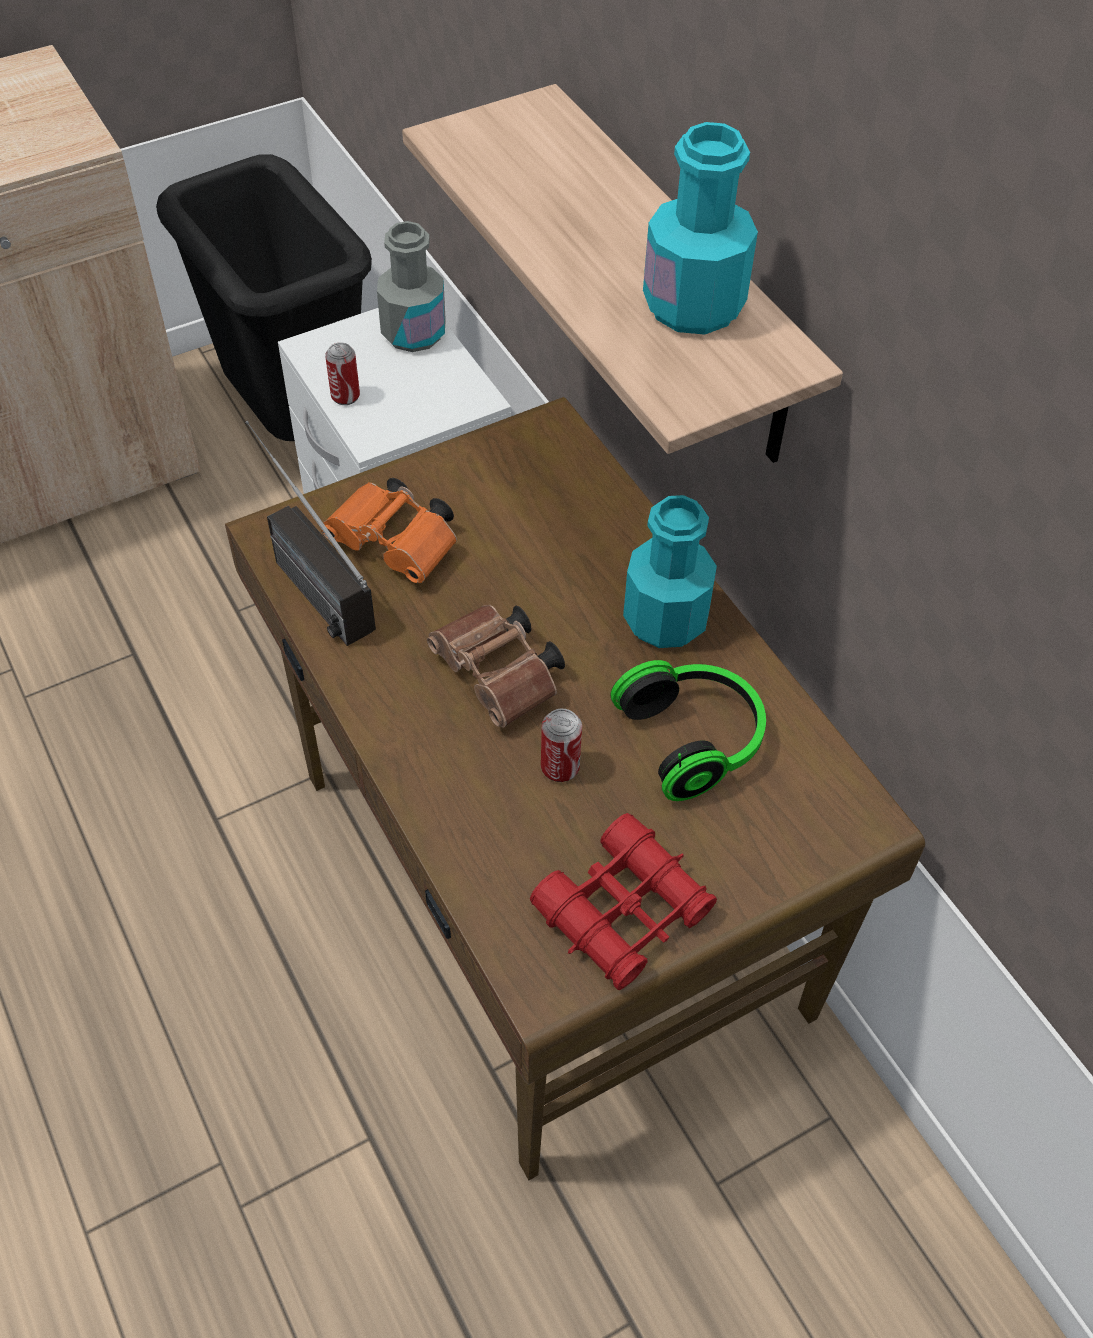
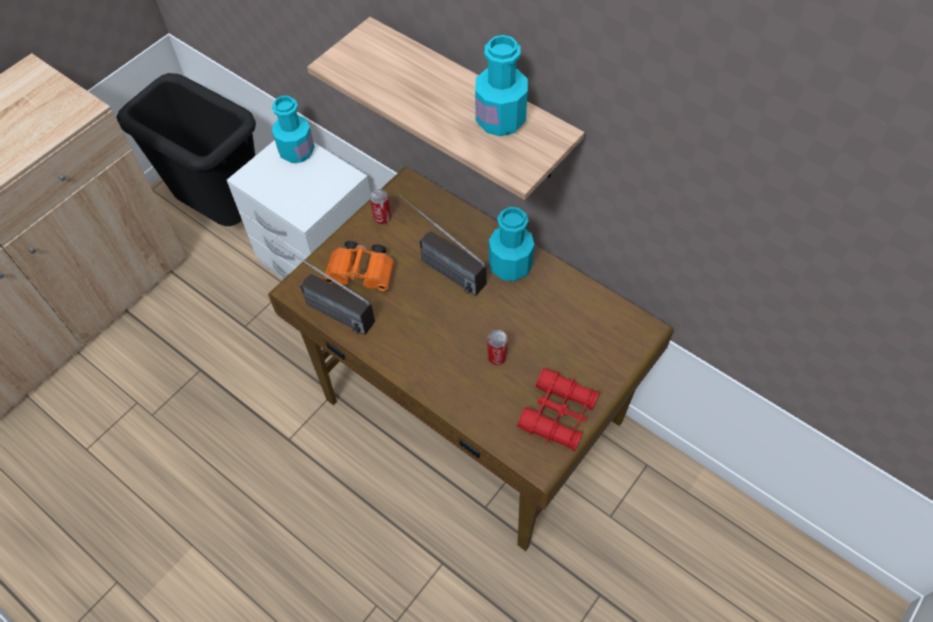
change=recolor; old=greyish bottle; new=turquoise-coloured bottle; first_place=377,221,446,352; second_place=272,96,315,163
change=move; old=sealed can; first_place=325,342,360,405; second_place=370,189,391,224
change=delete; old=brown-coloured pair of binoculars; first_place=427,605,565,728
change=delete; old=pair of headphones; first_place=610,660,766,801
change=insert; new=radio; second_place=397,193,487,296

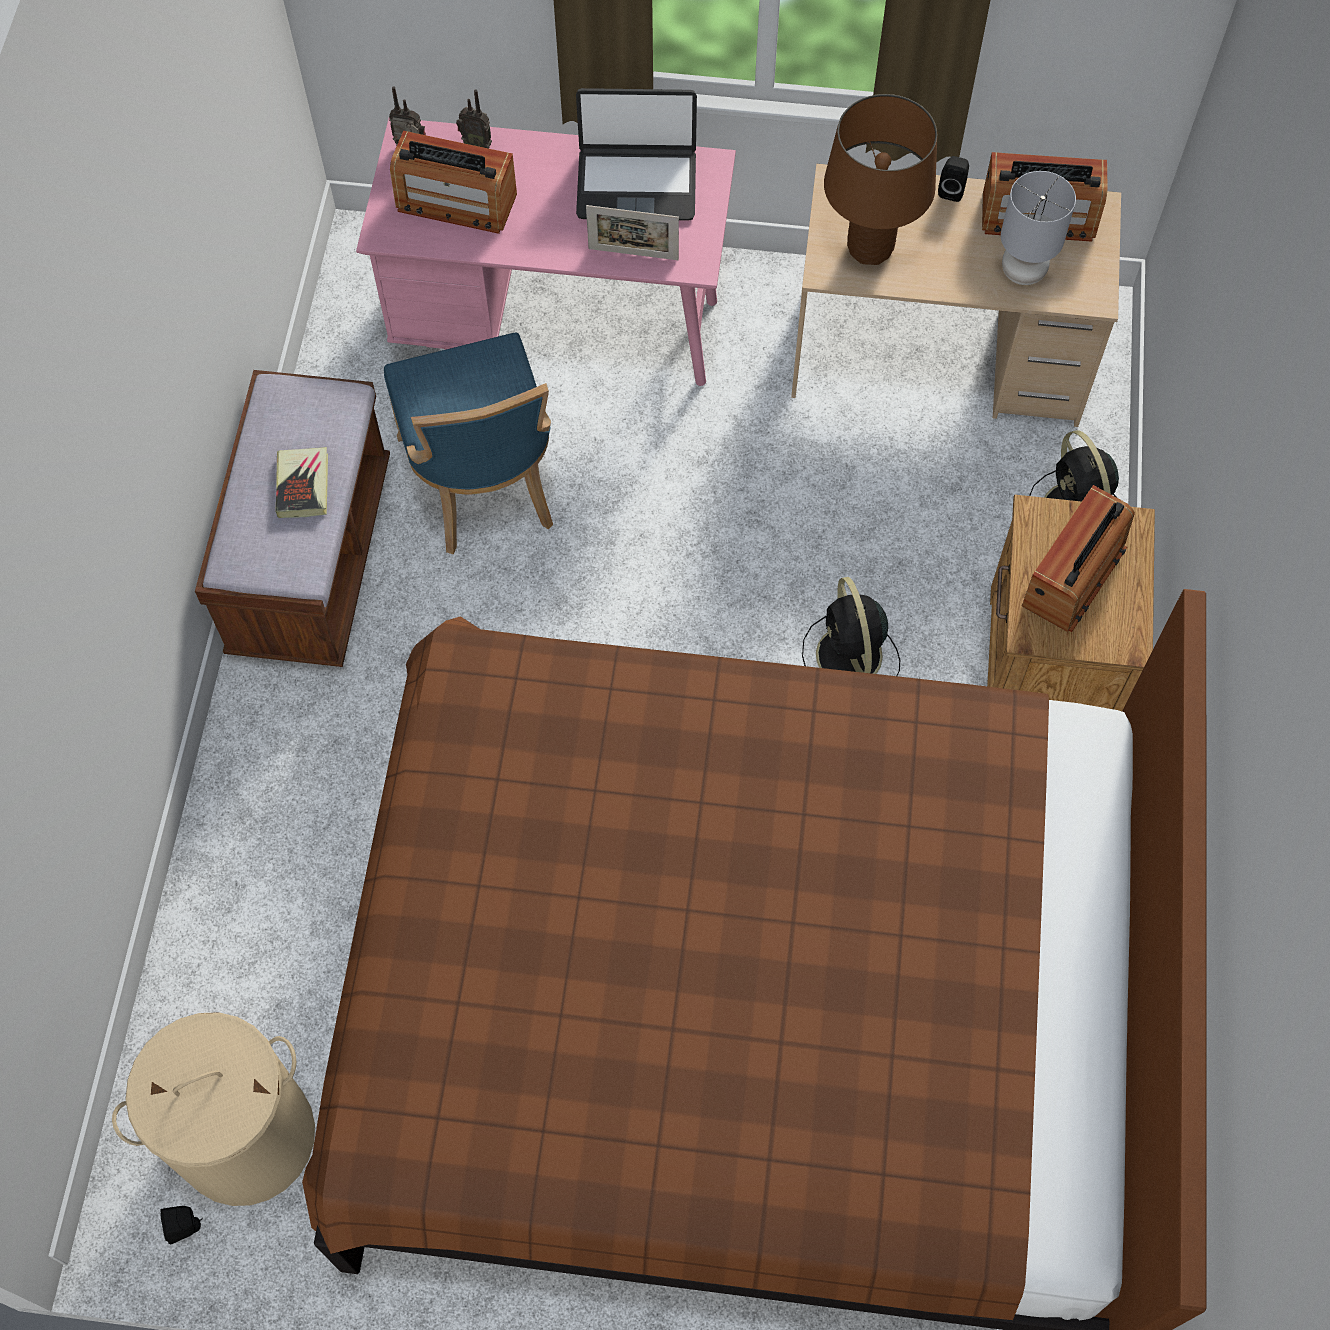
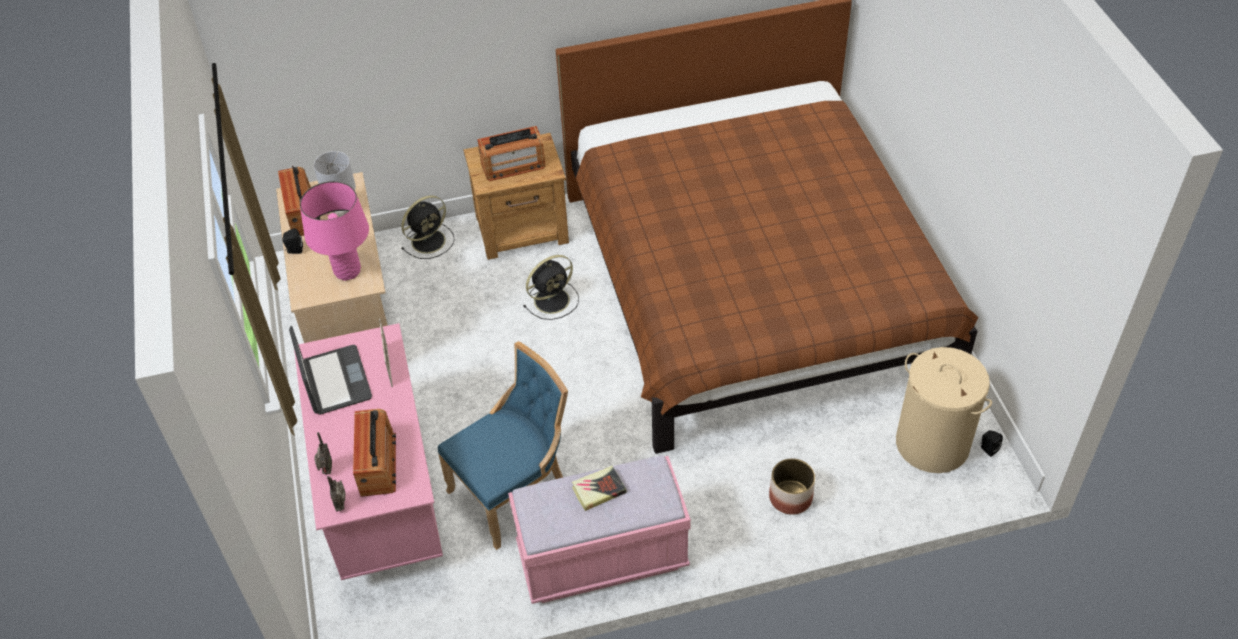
change=recolor; old=brown-coloured lamp for a table; new=pink lamp for a table; first_place=824,94,937,265; second_place=300,181,369,281
change=recolor; old=brown-coloured bench; new=pink bench; first_place=195,370,390,667; second_place=508,455,691,604
change=rotate; old=radio; first_place=1022,485,1135,632; second_place=477,126,545,181; degrees=150
change=insert; new=flower pot; second_place=769,458,815,515

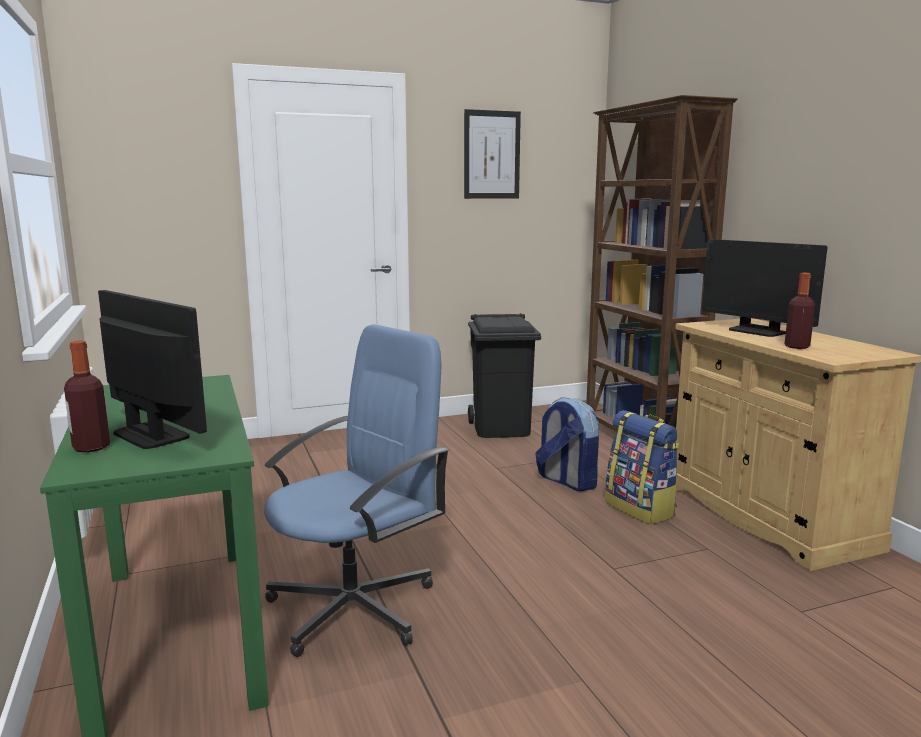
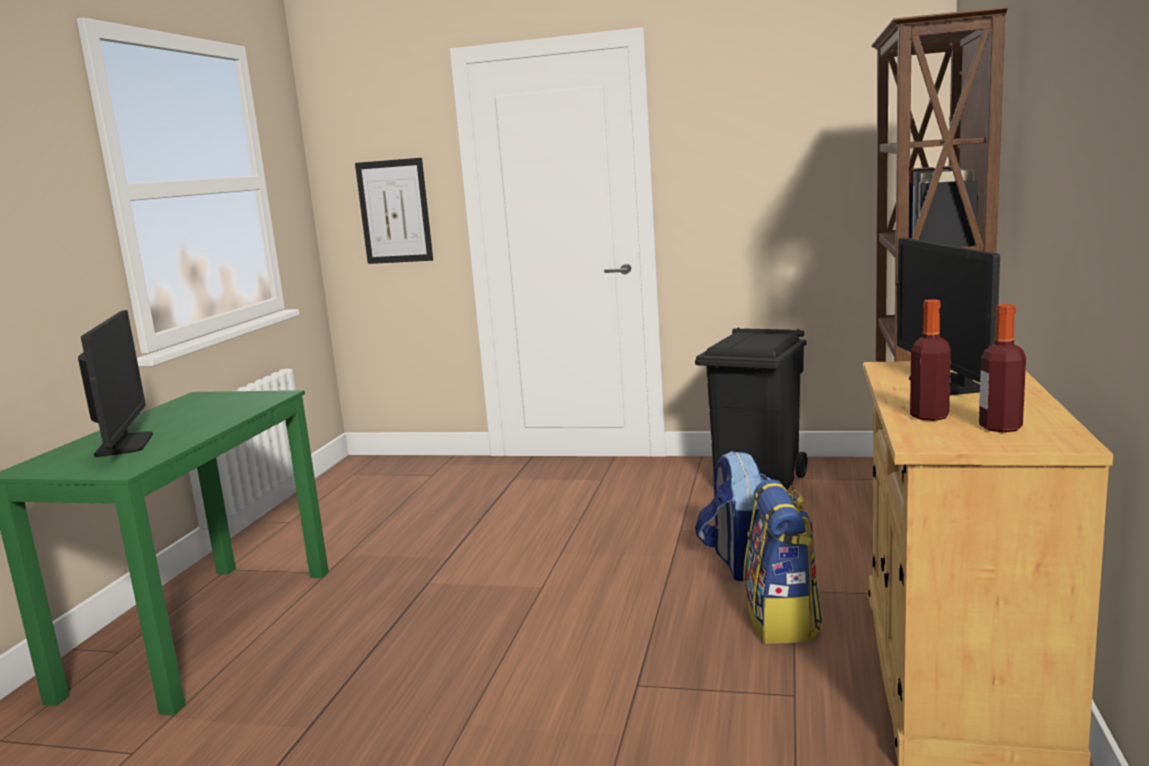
change=move; old=wall art; first_place=464,109,521,199; second_place=355,158,433,264
change=delete; old=bluish desk chair; first_place=264,324,450,657
change=move; old=bottle; first_place=64,341,110,452; second_place=979,304,1026,432

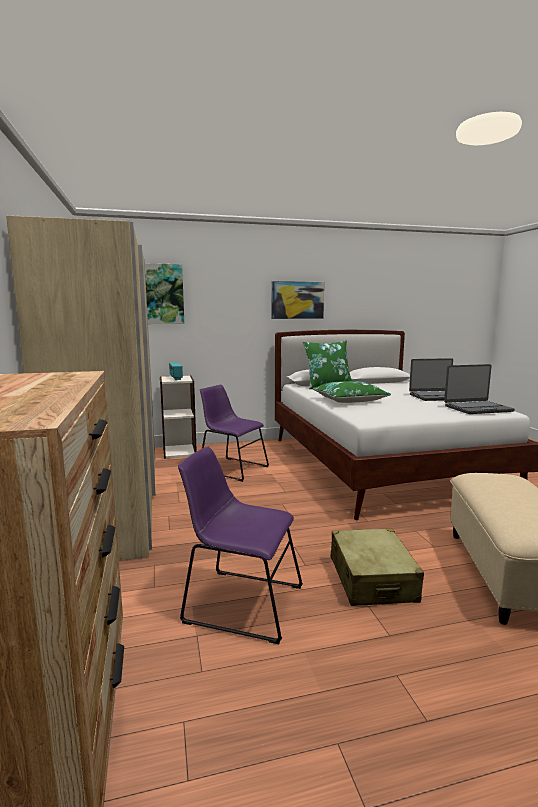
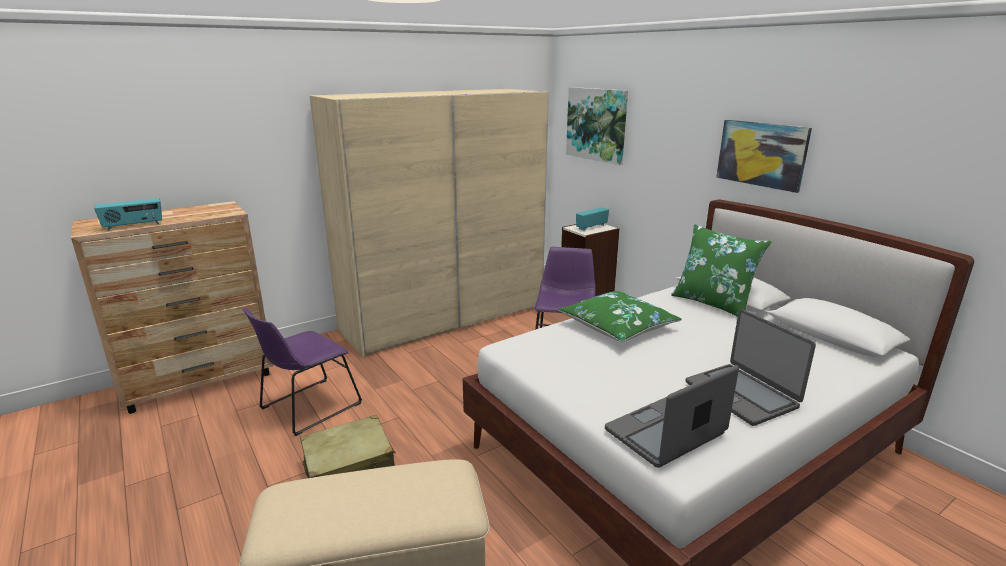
change=rotate; old=notebook computer; first_place=444,364,515,414; second_place=605,365,739,468; degrees=90
change=rotate; old=purple chair; first_place=178,446,303,644; second_place=242,307,362,436; degrees=-135
change=insert; new=radio; second_place=94,198,162,231

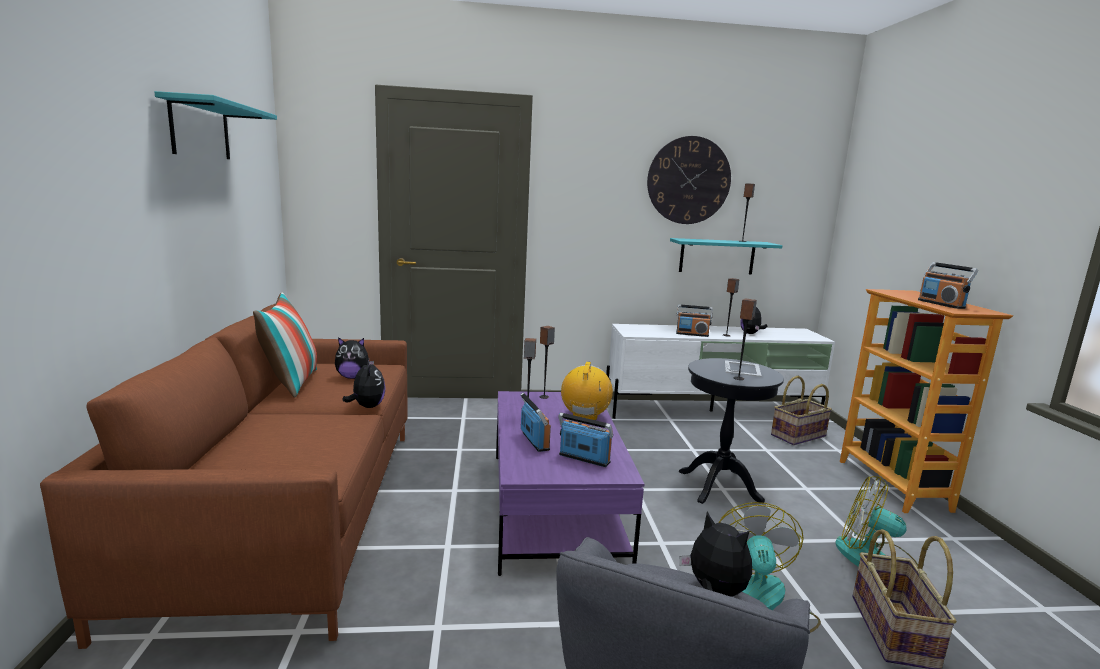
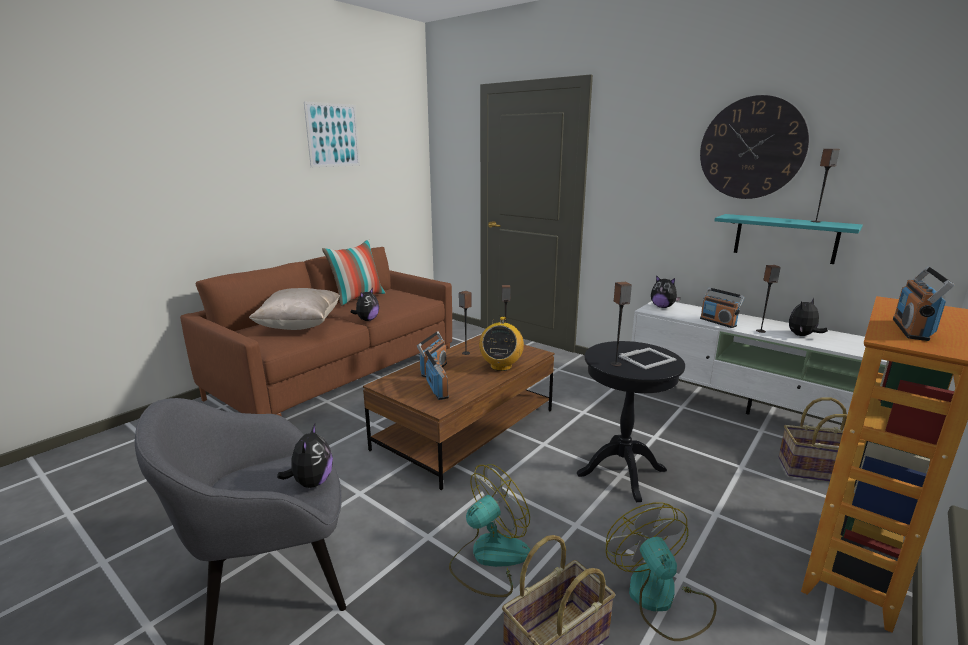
change=replace; old=turquoise-coloured shelf; new=wall art; first_place=154,91,277,159; second_place=304,101,360,167
change=move; old=cuddly toy; first_place=335,338,374,379; second_place=651,275,681,308
change=rotate; old=radio; first_place=561,362,613,420; second_place=479,317,524,371; degrees=135
change=recolor; old=purple low table; new=brown-coloured low table; first_place=496,391,645,576; second_place=363,334,554,490
change=insert; new=beige-coloured throw pillow; second_place=249,288,340,330

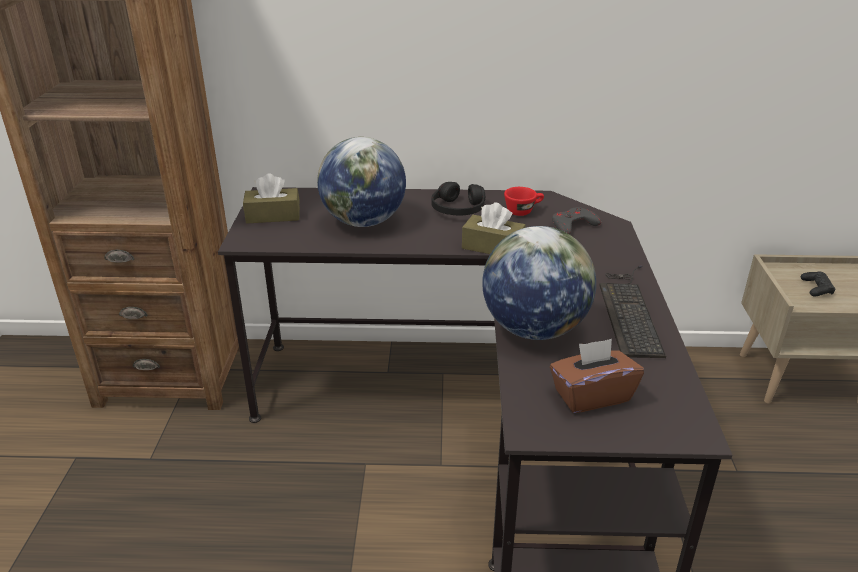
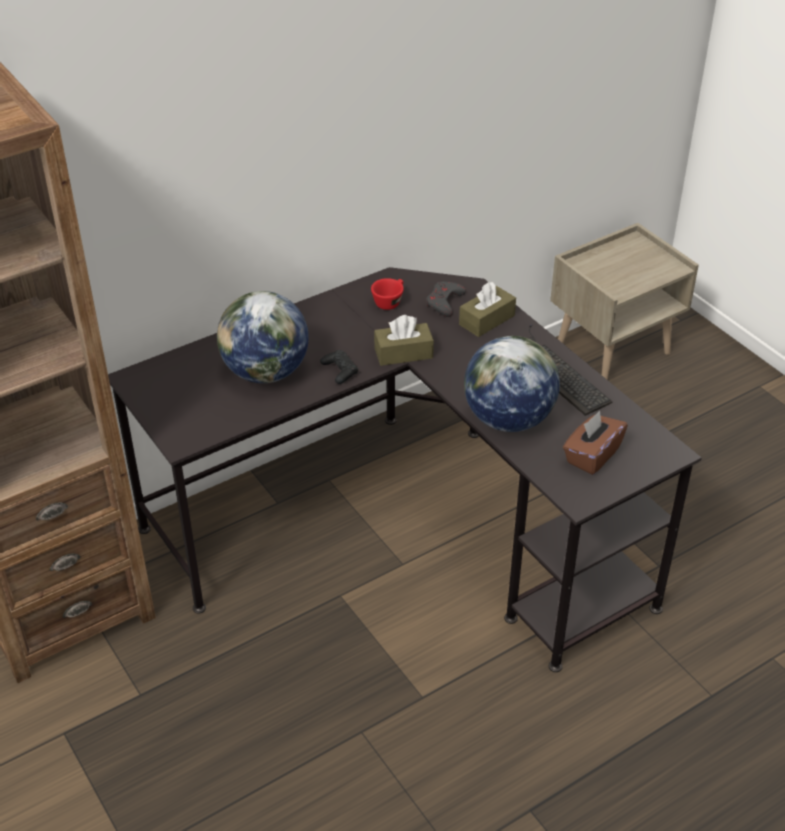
change=move; old=brown-coloured box of tissues; first_place=243,173,300,224; second_place=459,282,516,337
change=delete; old=black pair of headphones; first_place=431,182,485,216
change=move; old=black game controller; first_place=801,272,836,296; second_place=320,350,358,384

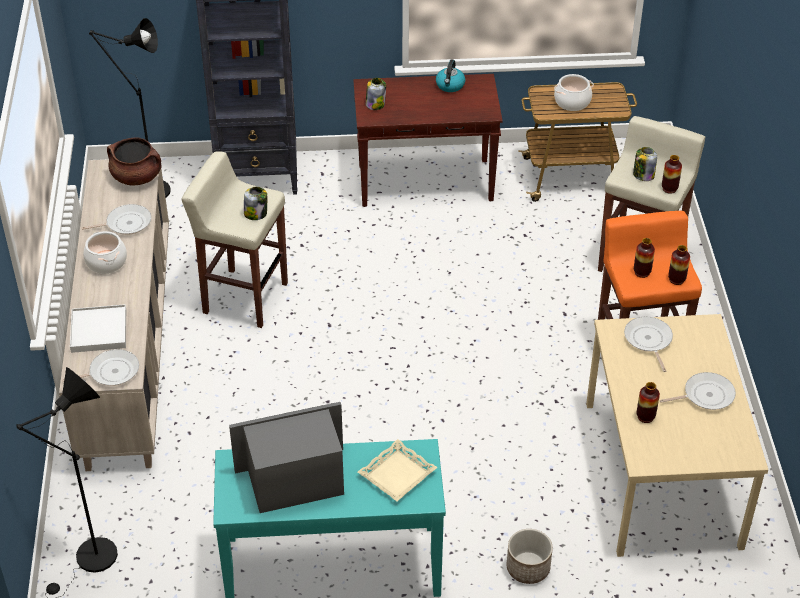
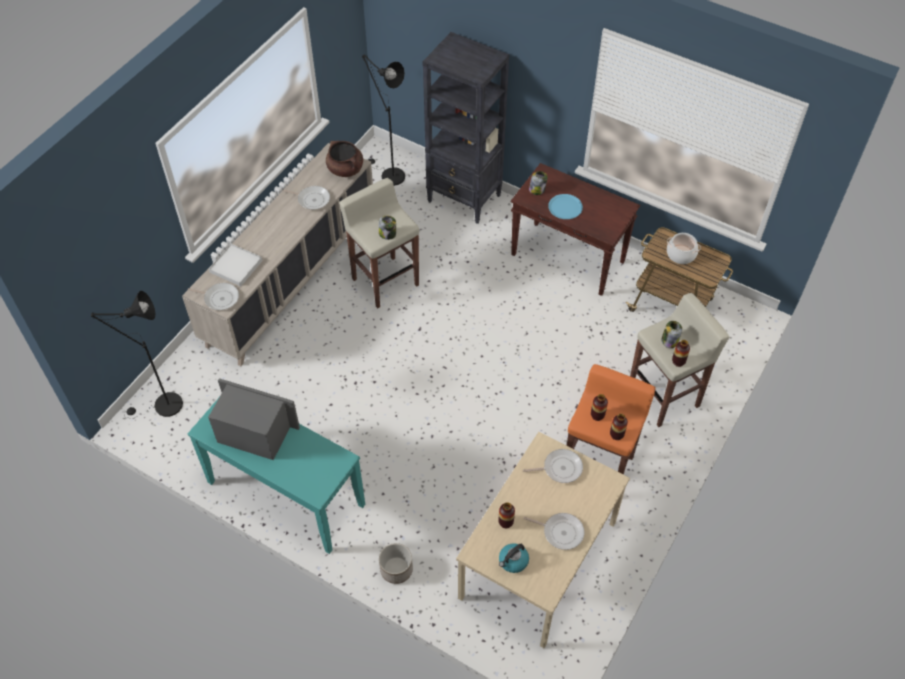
change=move; old=water kettle; first_place=436,60,466,92; second_place=499,543,529,573
change=delete; old=saucepot; first_place=83,231,127,274
change=rotate; old=skillet; first_place=624,316,673,372; second_place=523,449,583,483; degrees=60
change=delete; old=beige-coloured serving tray; first_place=358,439,438,501
change=insert; new=bluish dinner plate; second_place=548,194,583,219

